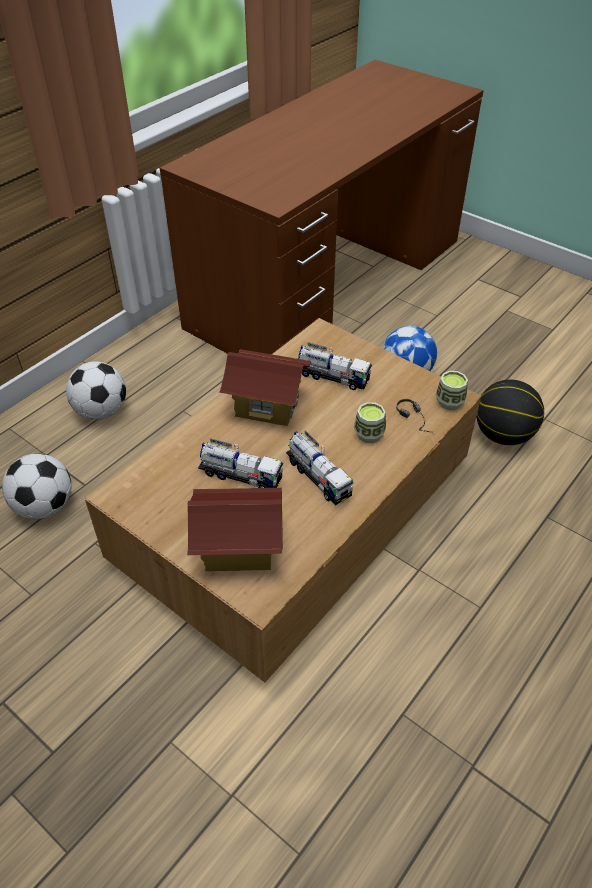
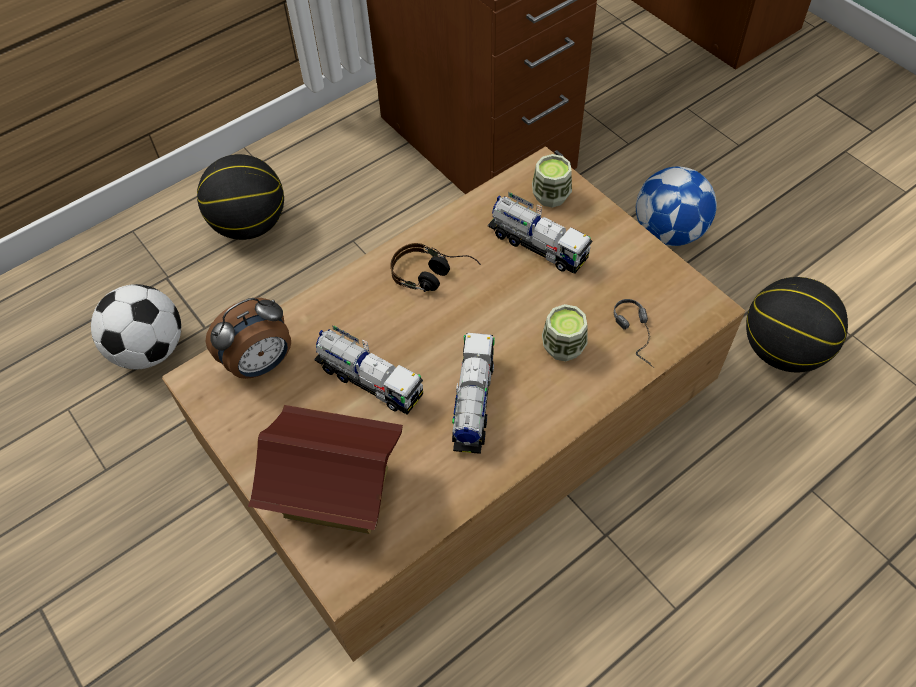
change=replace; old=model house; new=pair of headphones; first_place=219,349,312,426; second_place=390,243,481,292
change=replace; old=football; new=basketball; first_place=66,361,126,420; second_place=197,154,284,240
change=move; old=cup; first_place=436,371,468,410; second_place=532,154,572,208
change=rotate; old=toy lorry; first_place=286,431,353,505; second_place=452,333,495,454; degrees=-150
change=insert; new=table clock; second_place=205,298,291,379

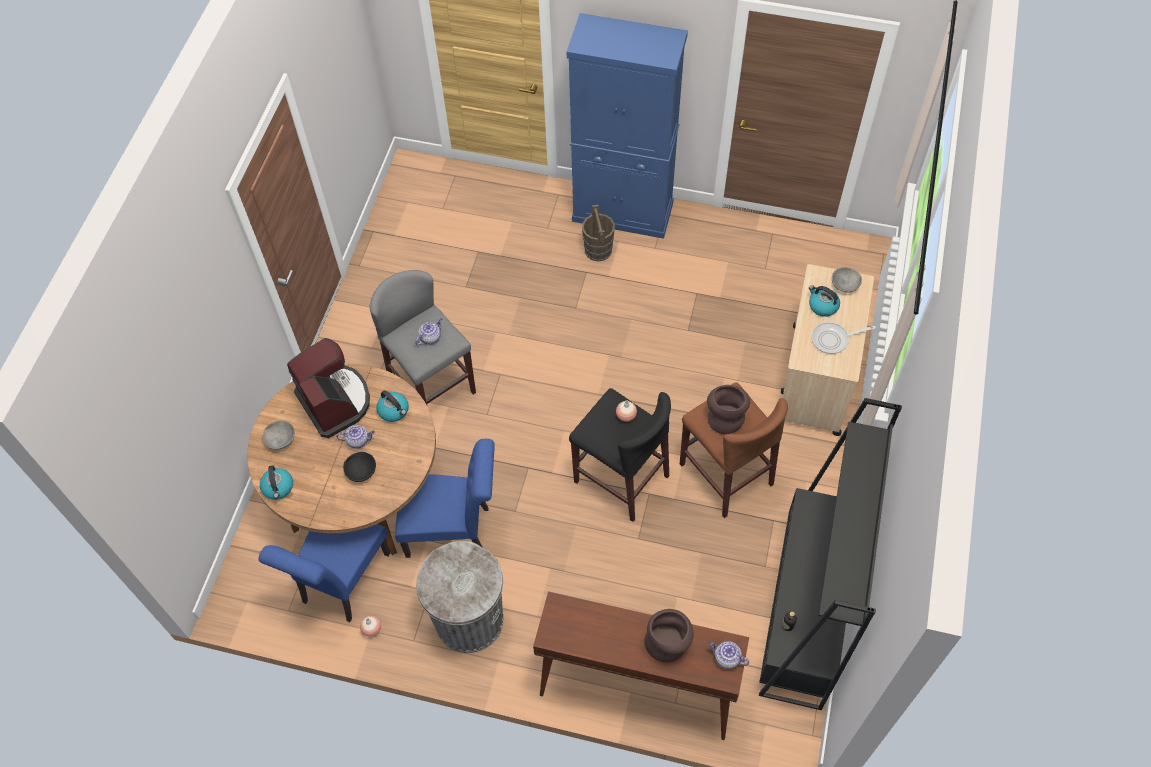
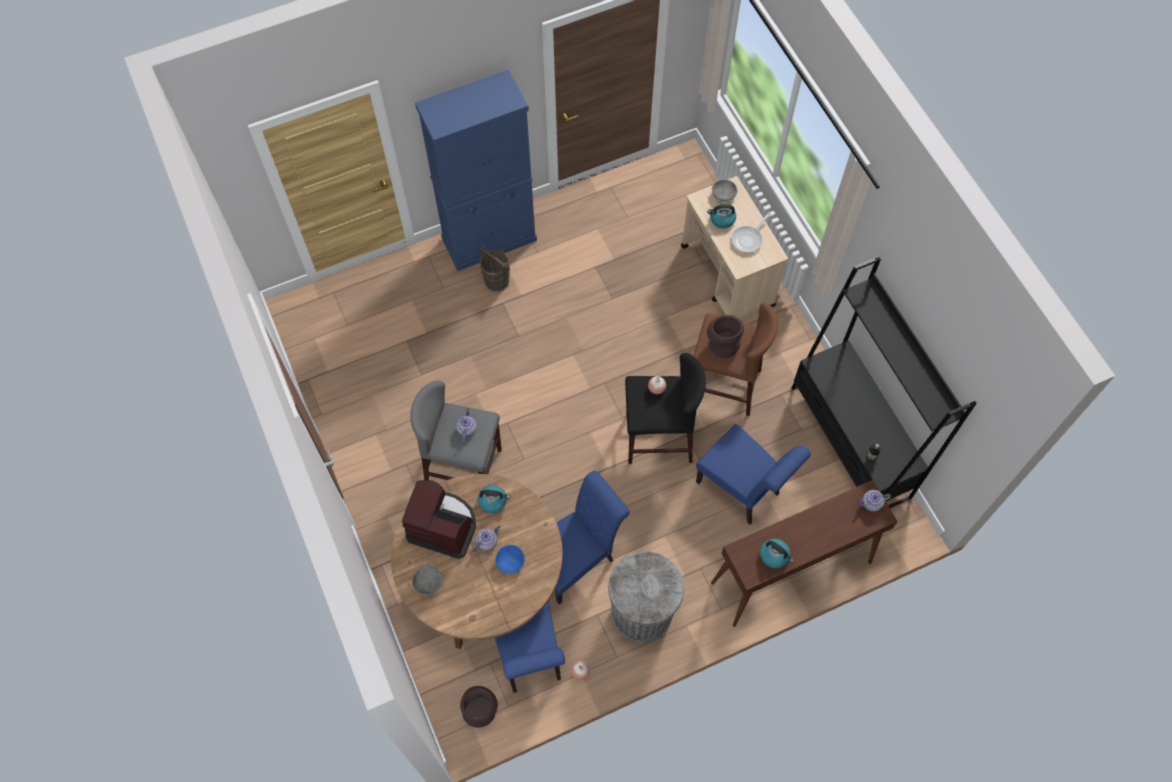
change=recolor; old=black deep dish; new=bluish deep dish; first_place=343,452,376,482; second_place=495,545,525,574
change=move; old=water kettle; first_place=260,465,293,500; second_place=760,539,794,568
change=move; old=brown-coloured decorative vase; first_place=644,609,694,662; second_place=460,686,498,728
change=insert; new=bluish chair; second_place=696,424,811,525

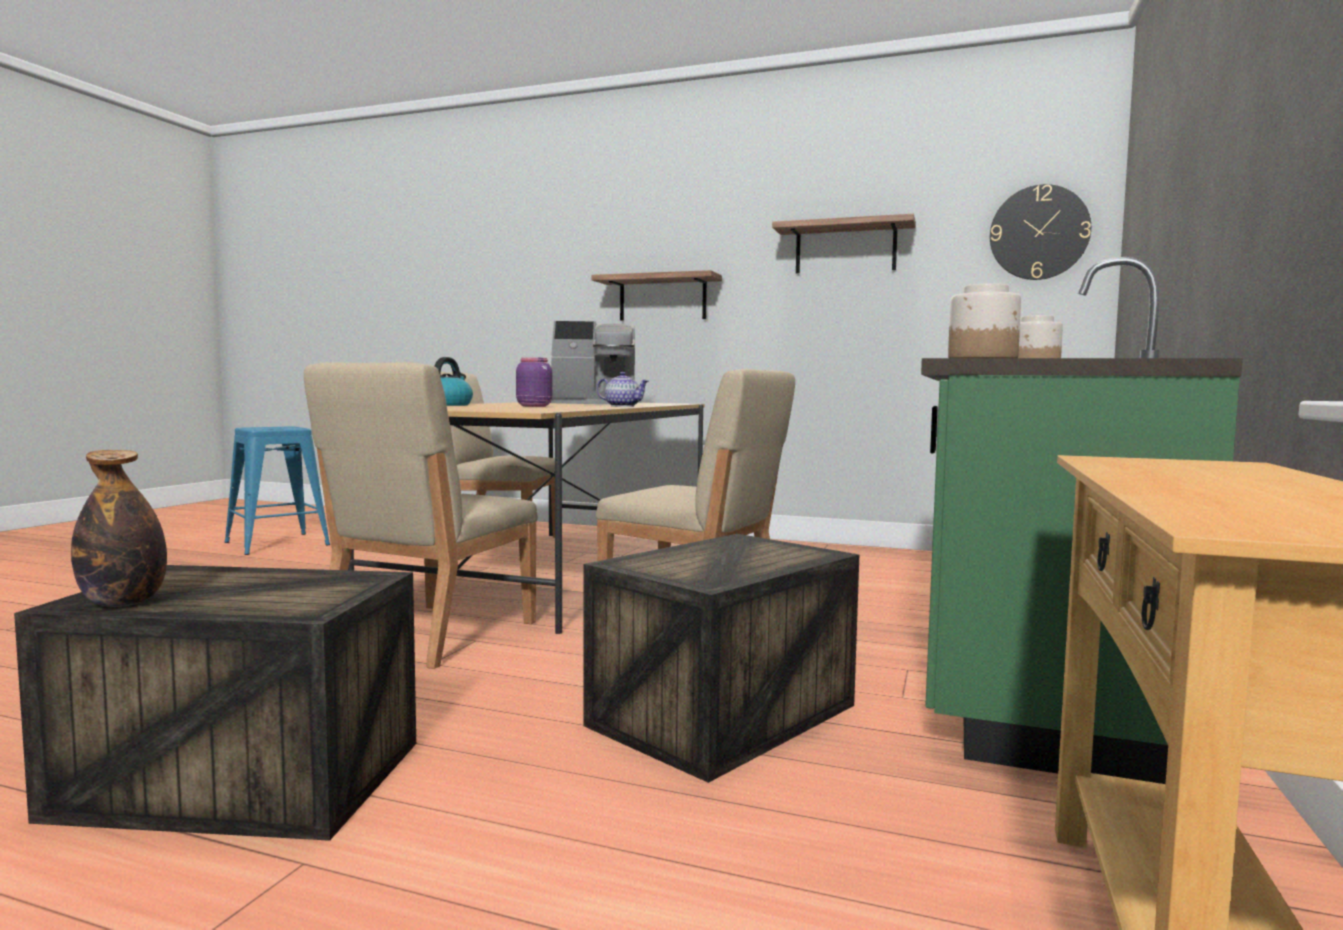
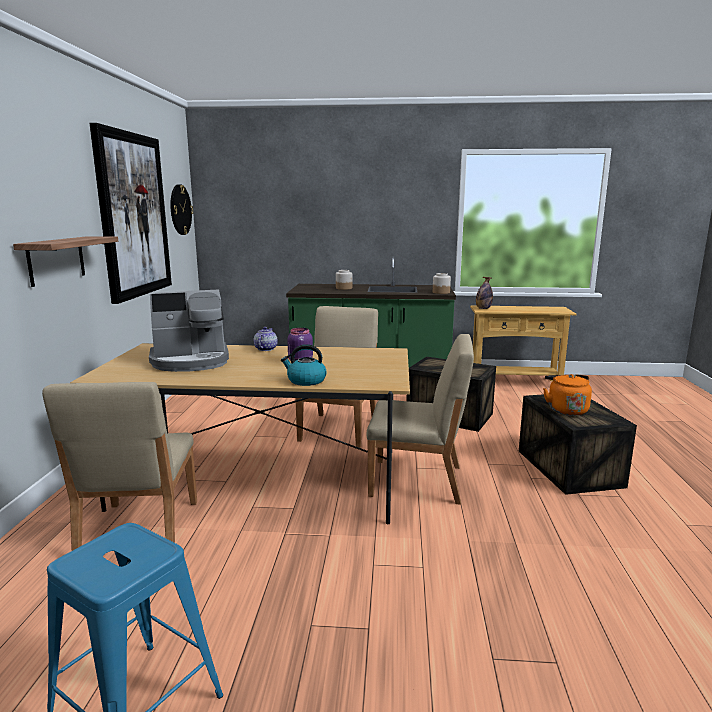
change=replace; old=shelf; new=wall art; first_place=772,214,916,273; second_place=90,123,172,304
change=rotate; old=coffee maker; first_place=550,321,635,404; second_place=149,290,229,372; degrees=90
change=move; old=bottle; first_place=71,450,167,607; second_place=476,277,493,309
change=insert; new=orange-coloured water kettle; second_place=543,374,592,415

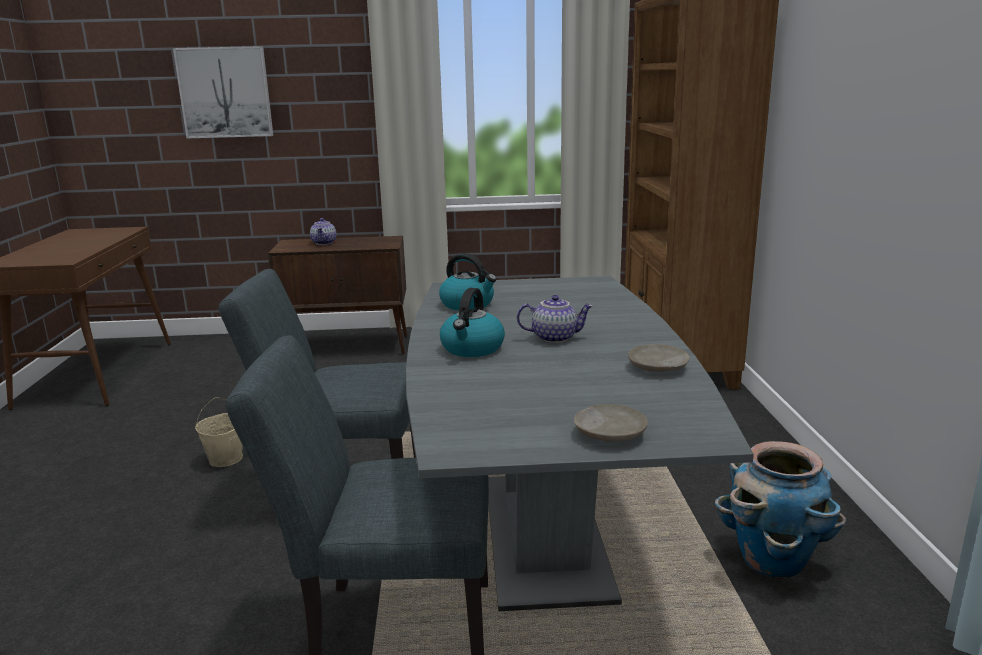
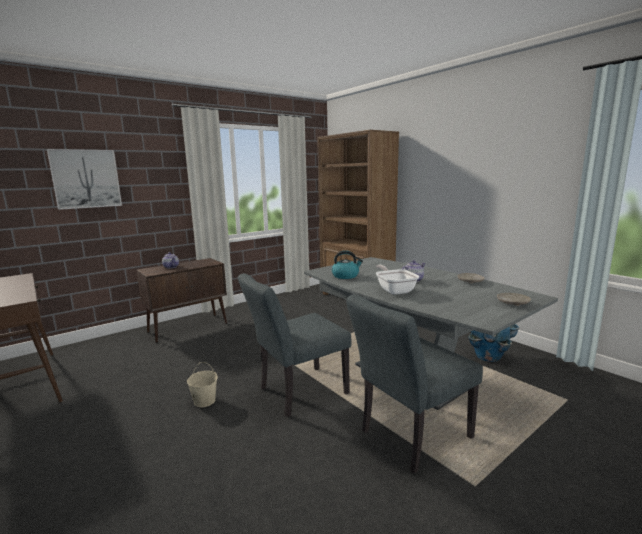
change=replace; old=water kettle; new=skillet; first_place=440,288,505,357; second_place=376,265,419,295

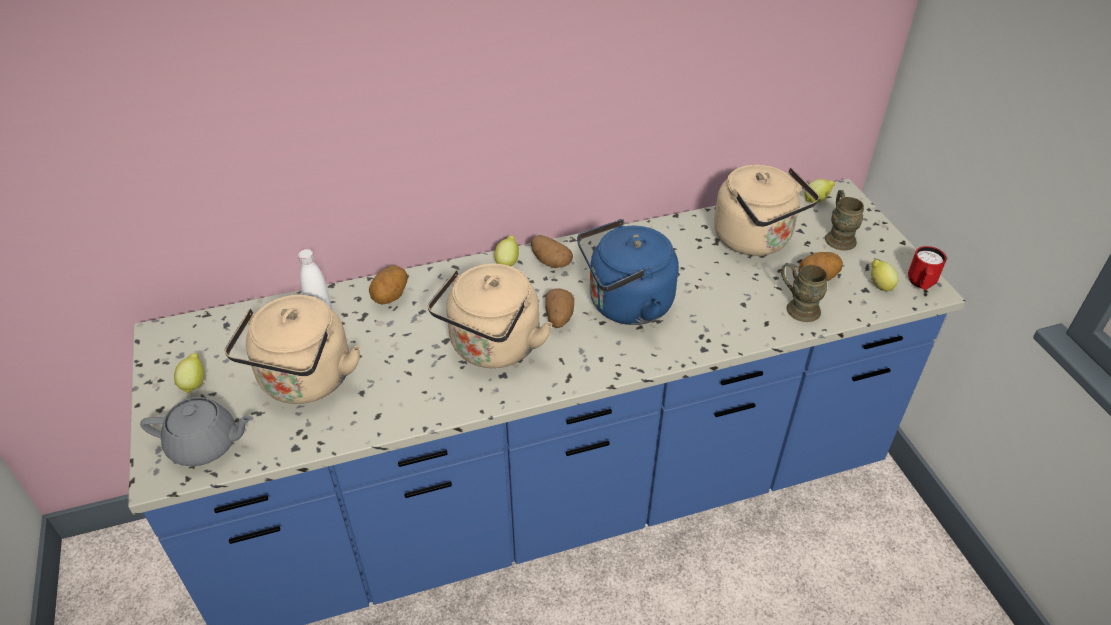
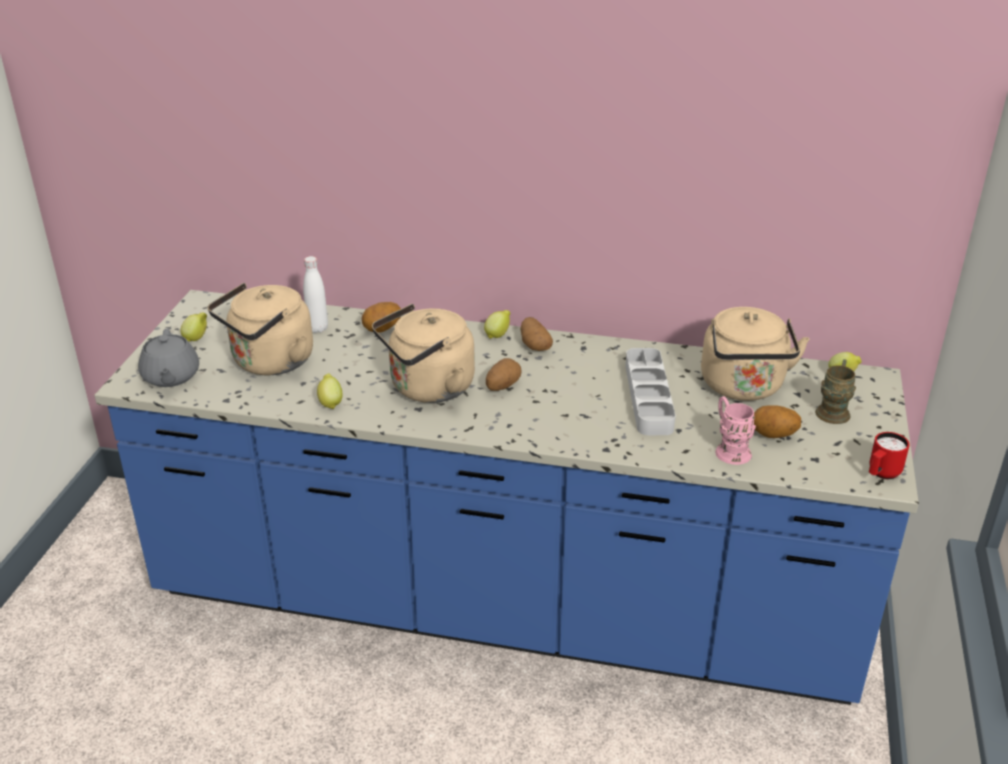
change=delete; old=bluish water kettle; first_place=577,219,679,325
change=move; old=whole lemon; first_place=871,259,899,291; second_place=317,374,343,409
change=recolor; old=brown-coloured tea mug; new=pink tea mug; first_place=781,263,828,322; second_place=715,396,756,465
change=rotate; old=greyish tea pot; first_place=140,397,253,466; second_place=138,329,199,387; degrees=45
change=insert; new=greyish serving tray; second_place=625,348,676,435

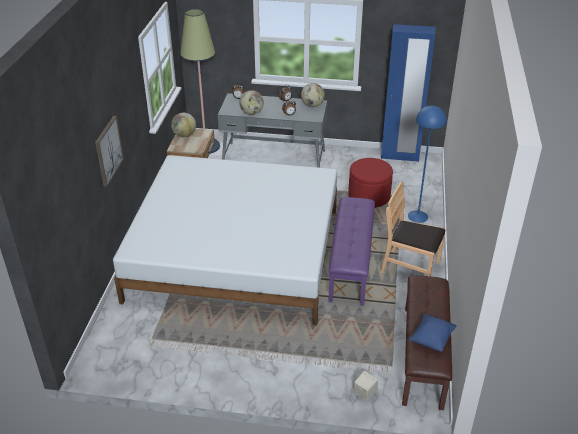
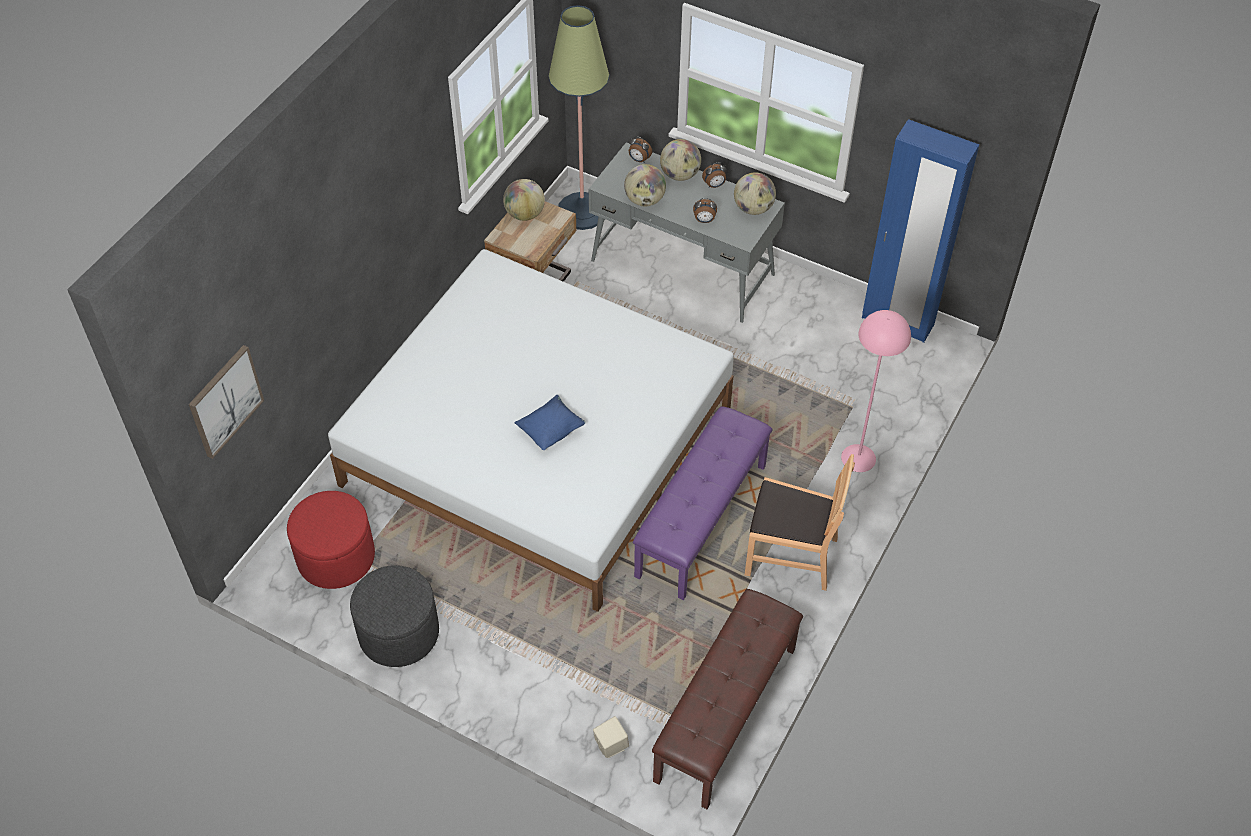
change=recolor; old=bluish standing lamp; new=pink standing lamp; first_place=408,106,447,223; second_place=841,310,911,472
change=move; old=wall art; first_place=95,116,124,187; second_place=189,345,264,459
change=move; old=red ottoman; first_place=348,158,393,208; second_place=287,491,375,589
change=rotate; old=brown-coloured chair; first_place=381,181,446,277; second_place=745,454,855,591; degrees=150
change=move; old=bluish throw pillow; first_place=409,314,456,352; second_place=514,395,586,450
change=insert; new=globe; second_place=660,139,701,181
change=insert; new=greyish ottoman; second_place=350,565,439,667

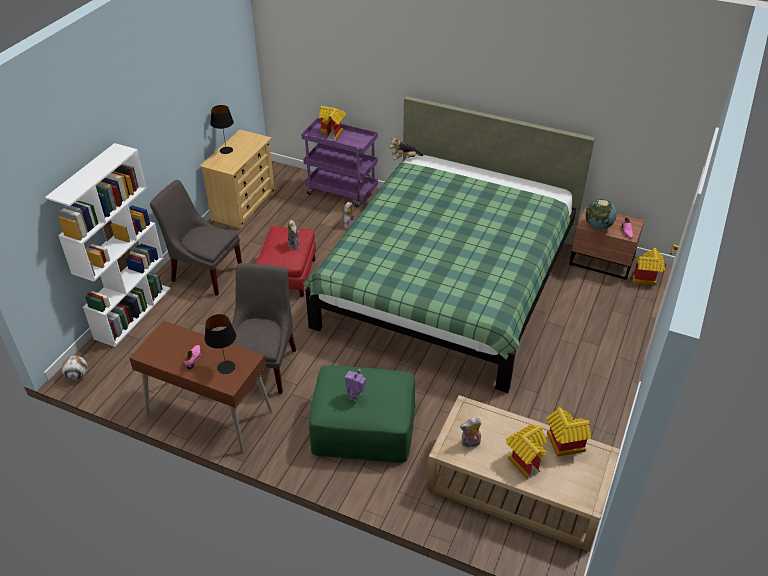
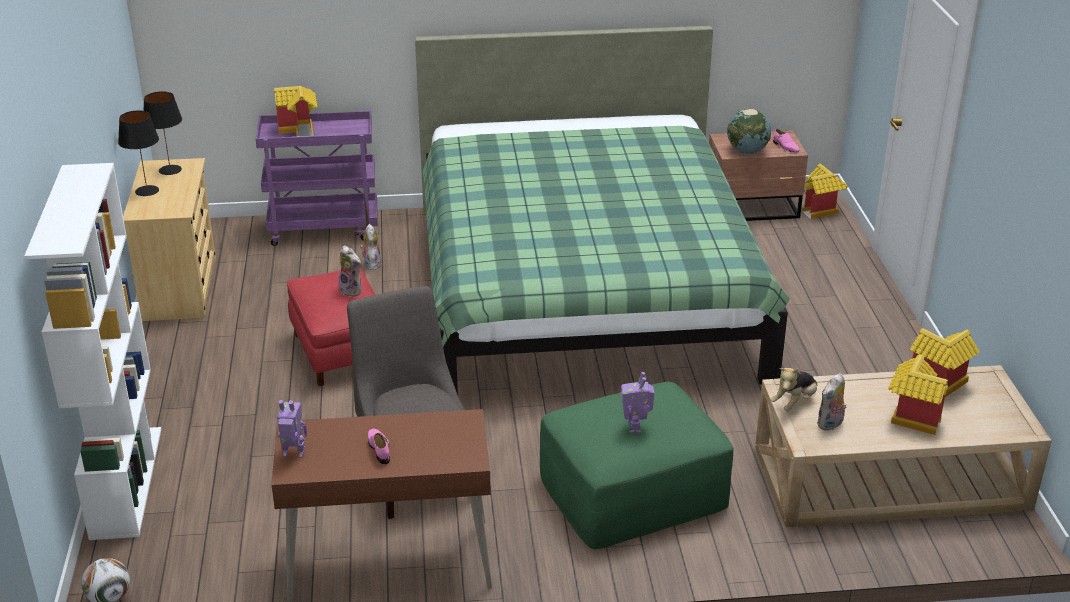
change=move; old=cuddly toy; first_place=390,137,423,160; second_place=770,368,817,411
change=delete; old=greyish chair; first_place=150,180,242,296
change=move; old=black lamp for a table; first_place=205,314,236,374; second_place=143,91,182,175
change=insert; new=robot figure; second_place=277,400,307,458

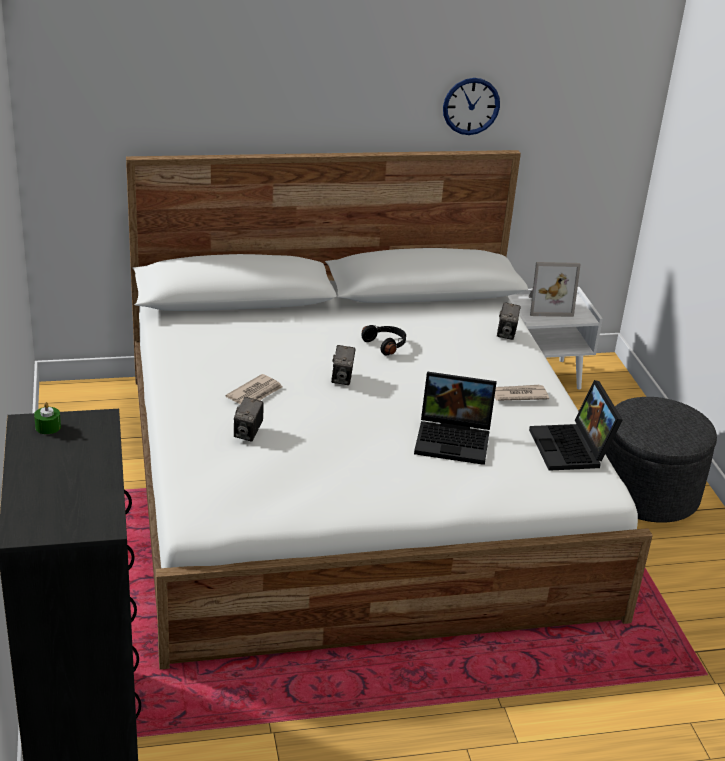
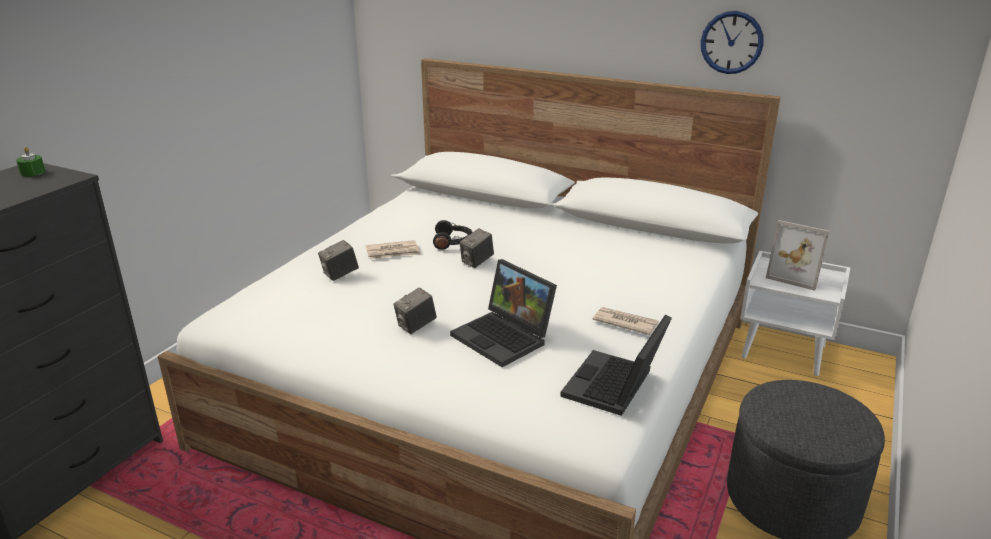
change=move; old=still camera; first_place=497,302,521,340; second_place=393,287,437,334
change=move; old=black pair of headphones; first_place=361,325,406,356; second_place=433,220,472,250

